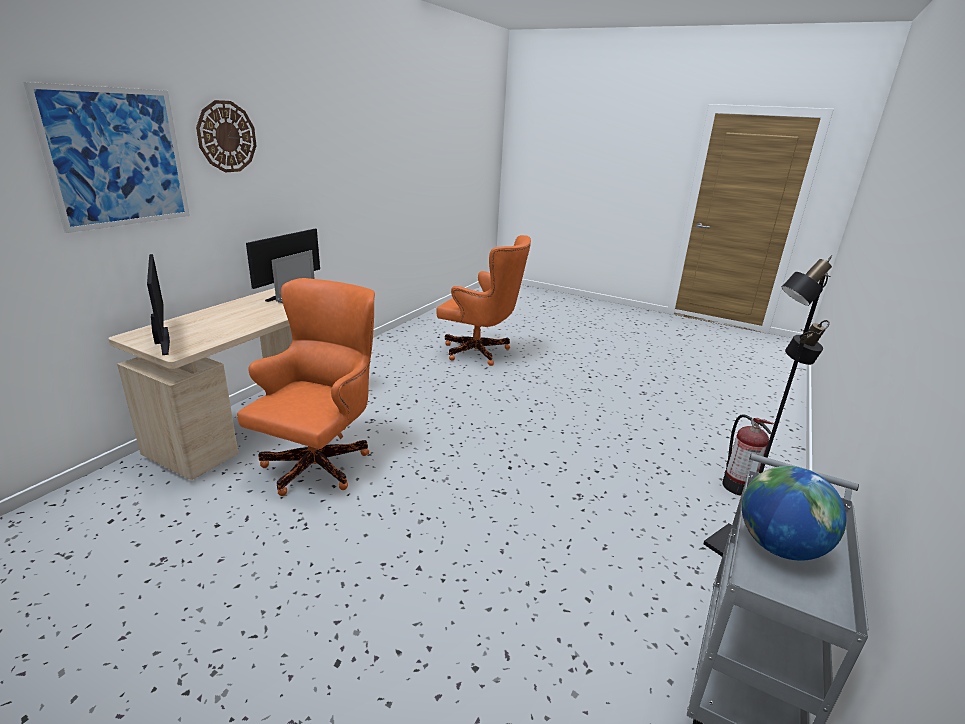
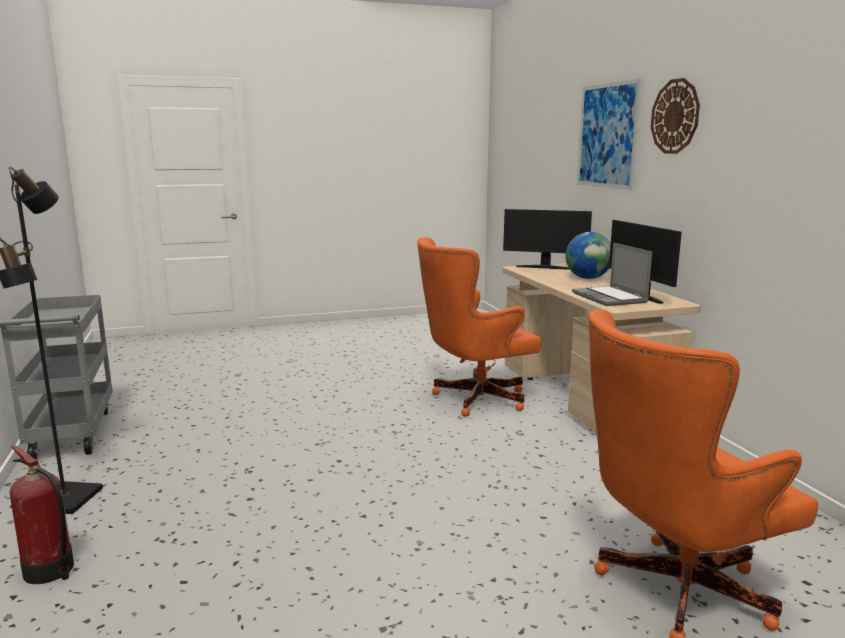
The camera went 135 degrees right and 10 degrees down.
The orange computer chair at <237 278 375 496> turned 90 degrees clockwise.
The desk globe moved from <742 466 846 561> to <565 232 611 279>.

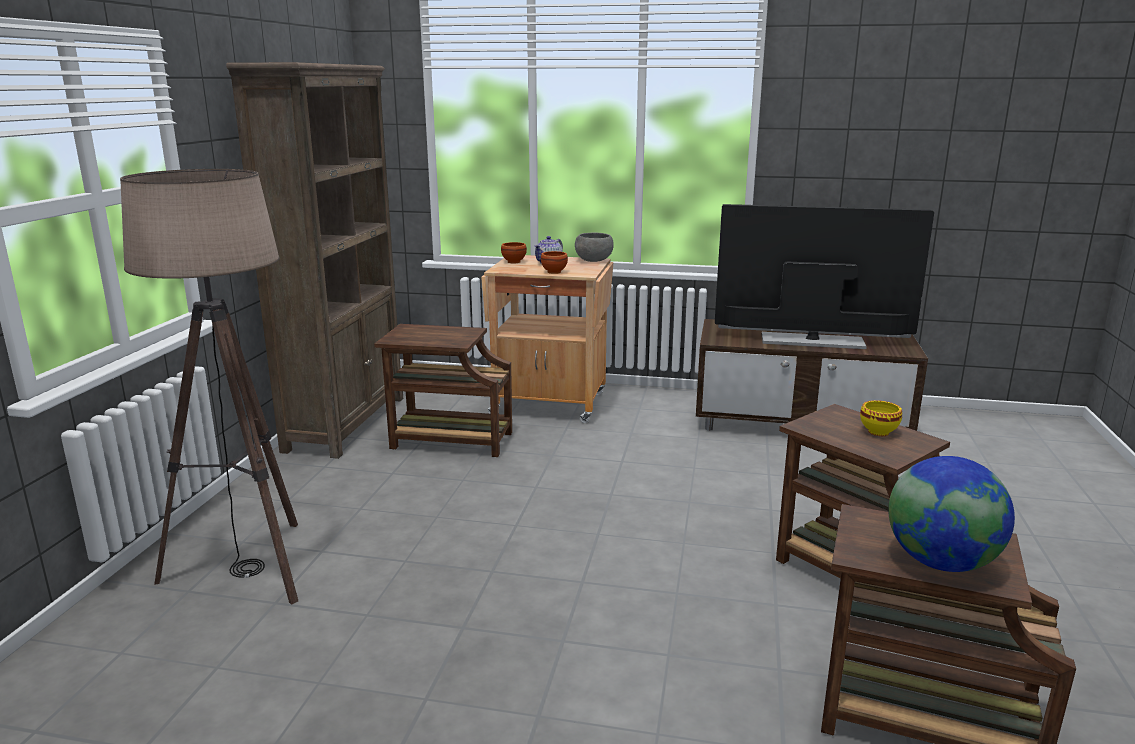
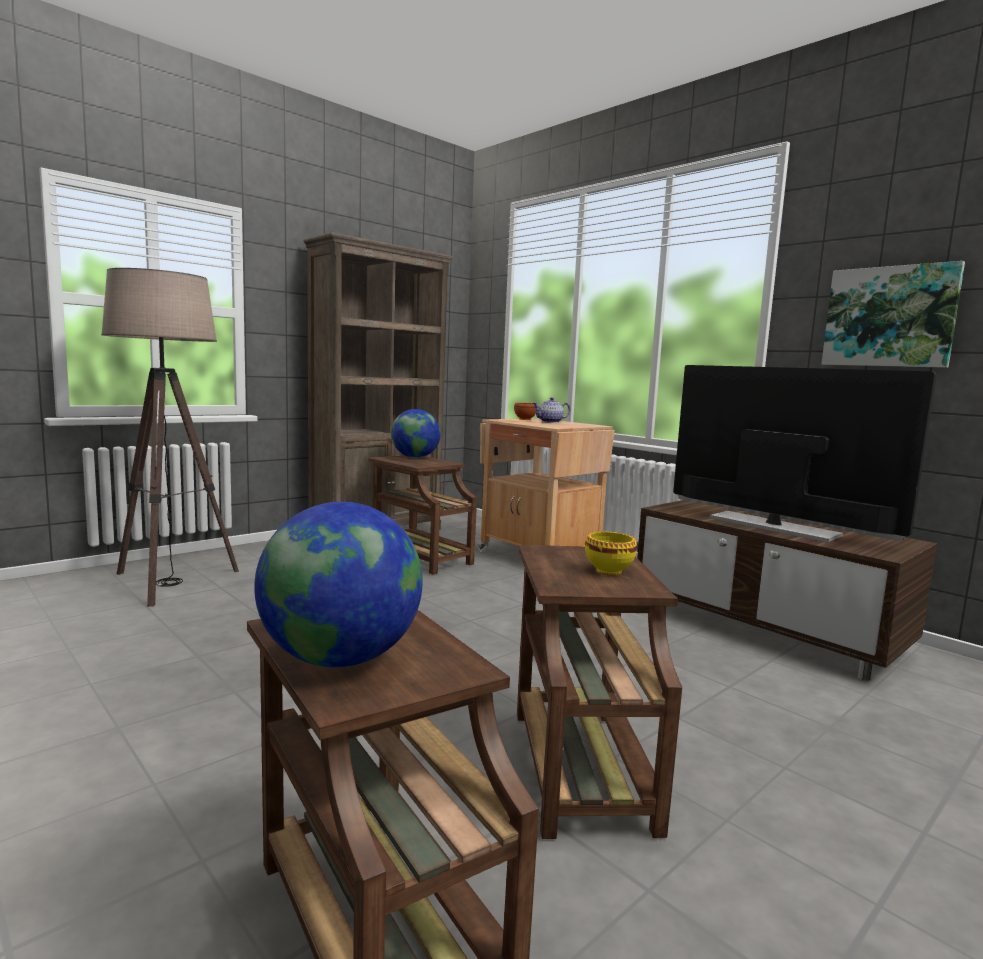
The camera went 35 degrees right and 10 degrees down.
The desk globe at <391 409 441 458> appeared.
The wall art at <821 261 965 368> appeared.
The brown-coloured bowl at <541 251 568 274> disappeared.
The greyish bowl at <575 233 614 262> disappeared.

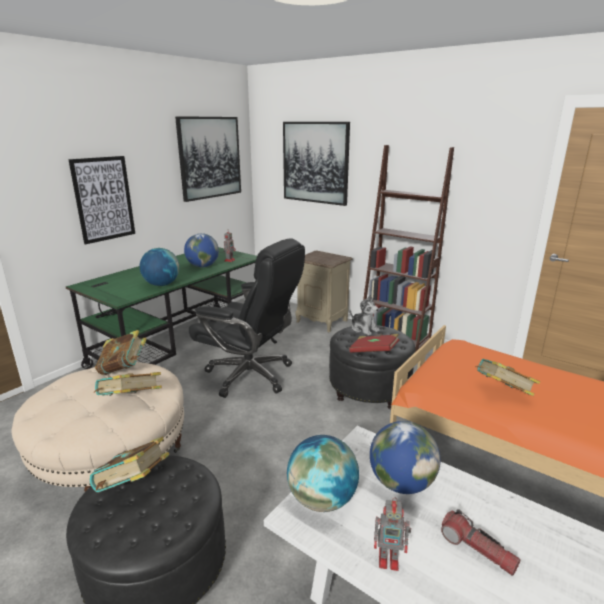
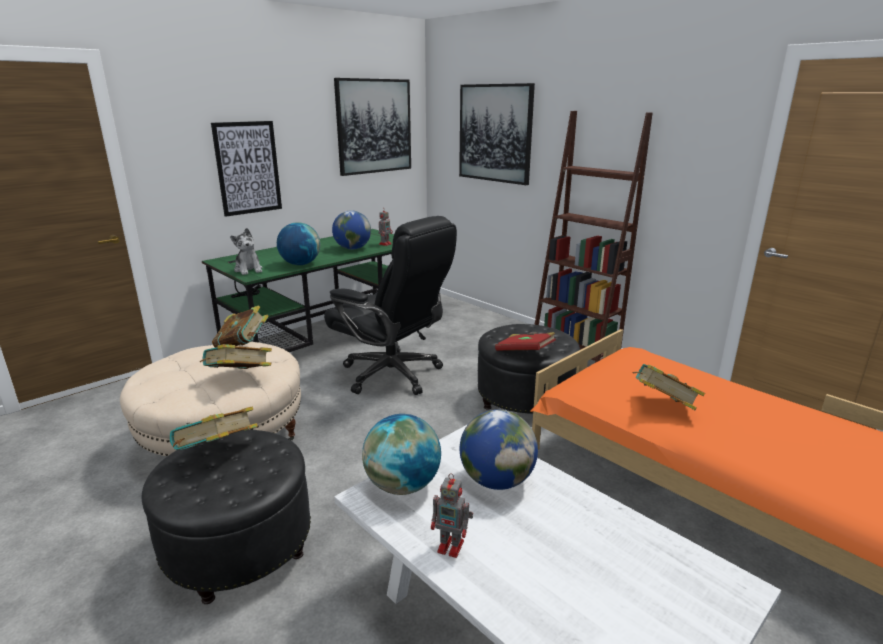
The camera went 10 degrees right and 0 degrees up.
The soft toy moved from <350 294 380 336> to <230 228 262 275>.
The beige-coloured nightstand at <295 250 353 332> disappeared.
The hand torch at <441 509 521 576> disappeared.

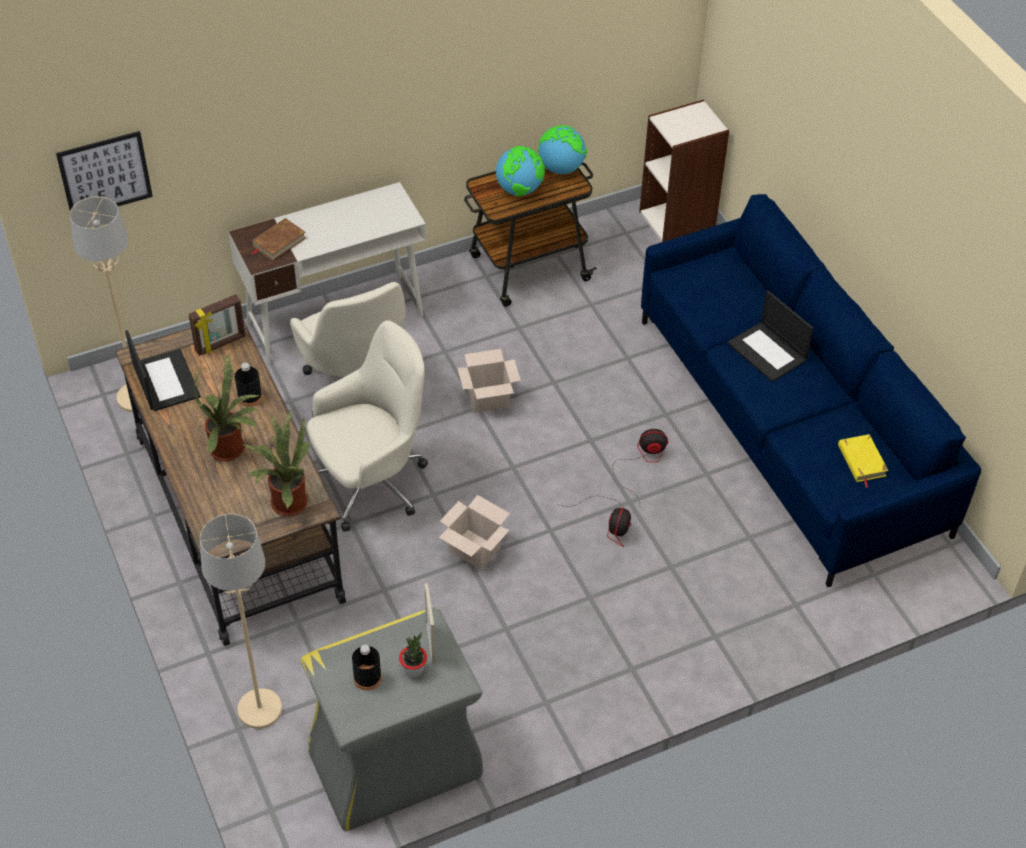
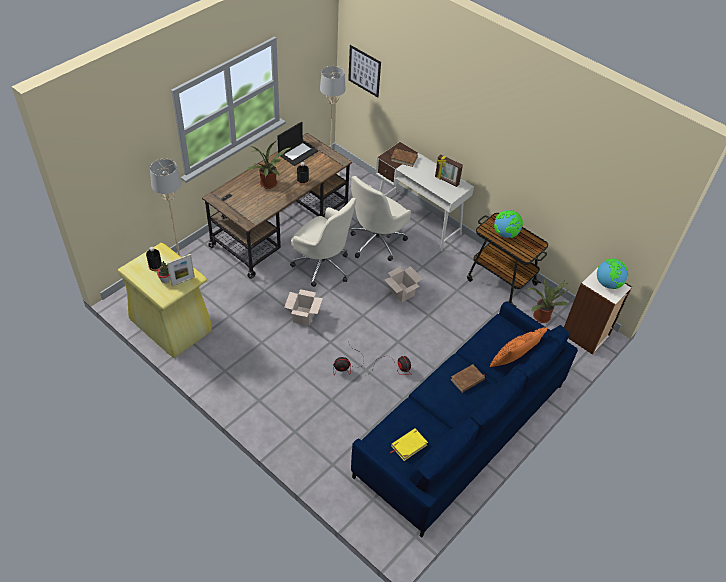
The camera went 65 degrees right and 0 degrees up.
The greyish nightstand at <301 607 483 831> became the yellowish nightstand at <118 243 212 358>.
The photo frame moved from <188 294 246 356> to <435 154 463 187>.
The laptop at <728 291 813 382> was replaced by the brown-coloured volume at <450 364 485 393>.
The orange cushion at <490 327 547 367> appeared.
The houseplant moved from <241 409 310 516> to <527 279 569 323>.
The desk globe moved from <537 125 587 174> to <597 259 628 289>.

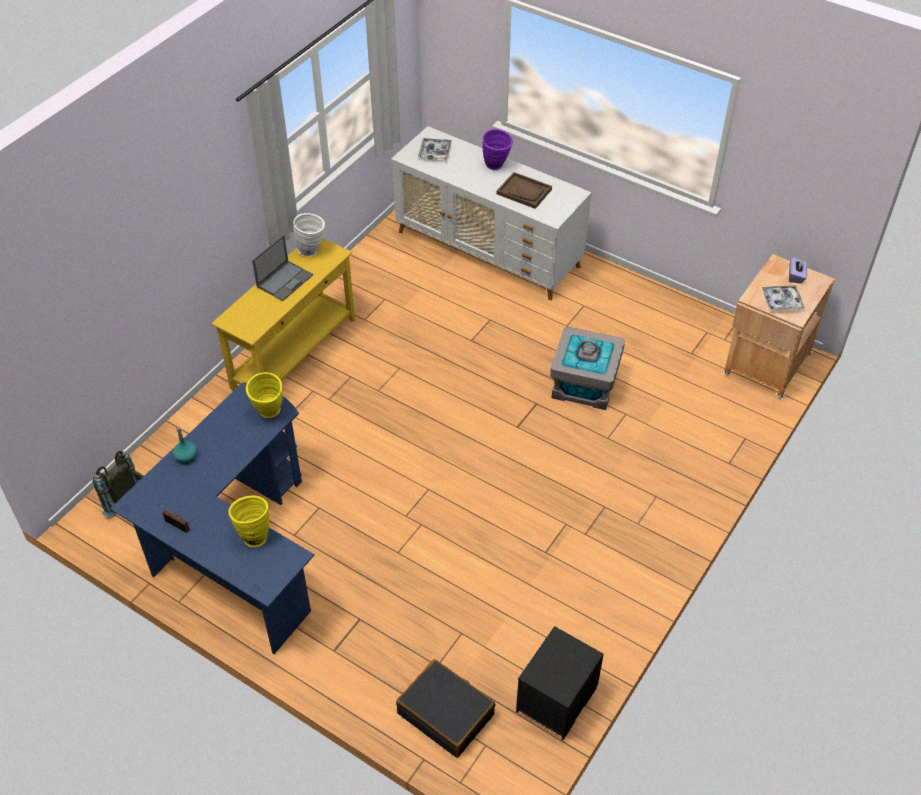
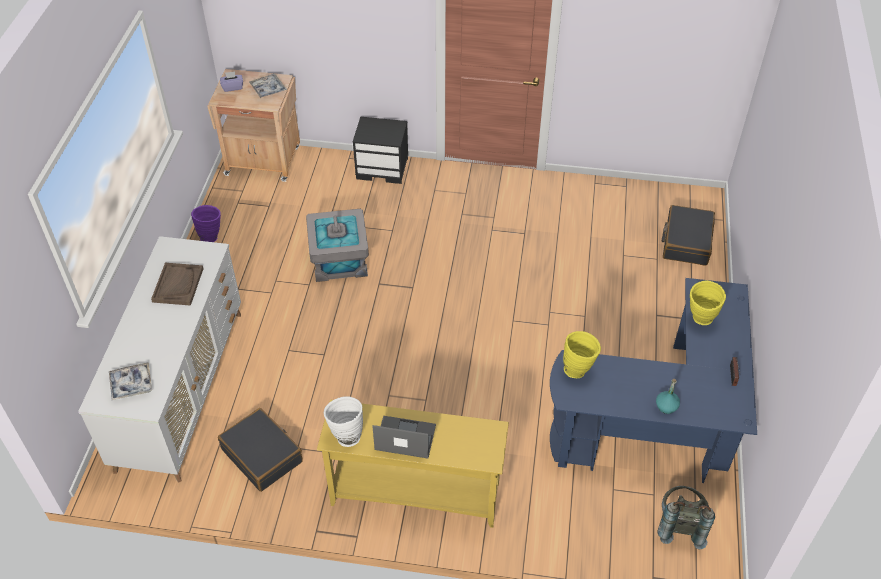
The camera went 115 degrees left and 0 degrees up.
The purplish vase moved from <483 129 513 170> to <191 205 221 242>.
The black-coloured piece of luggage at <218 408 303 492> appeared.
The black-coloured nightstand moved from <516 626 604 740> to <353 117 408 184>.

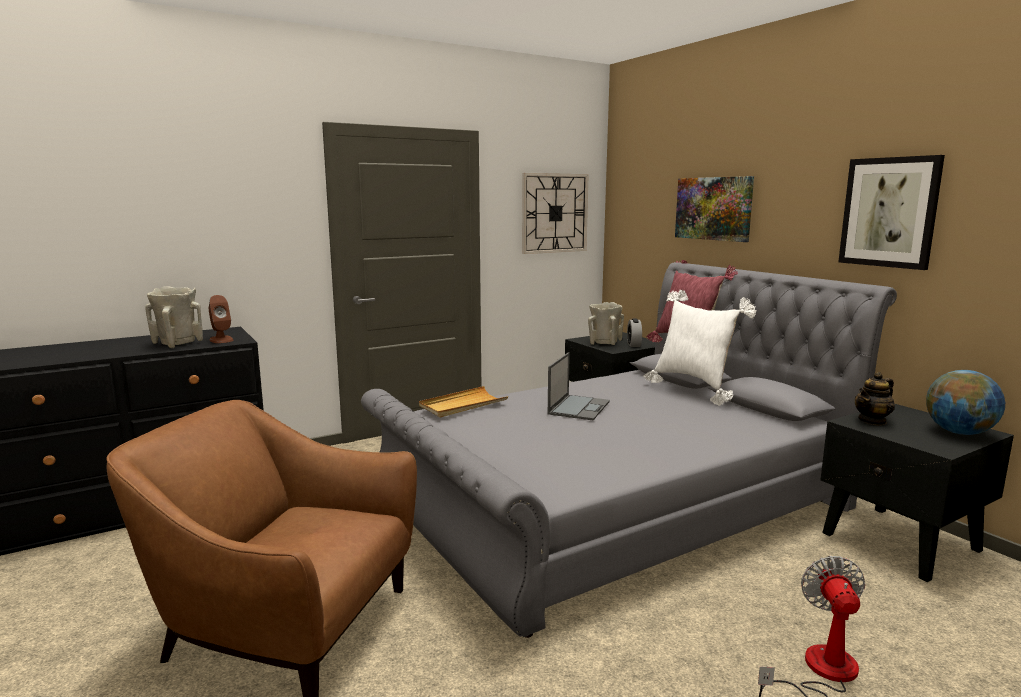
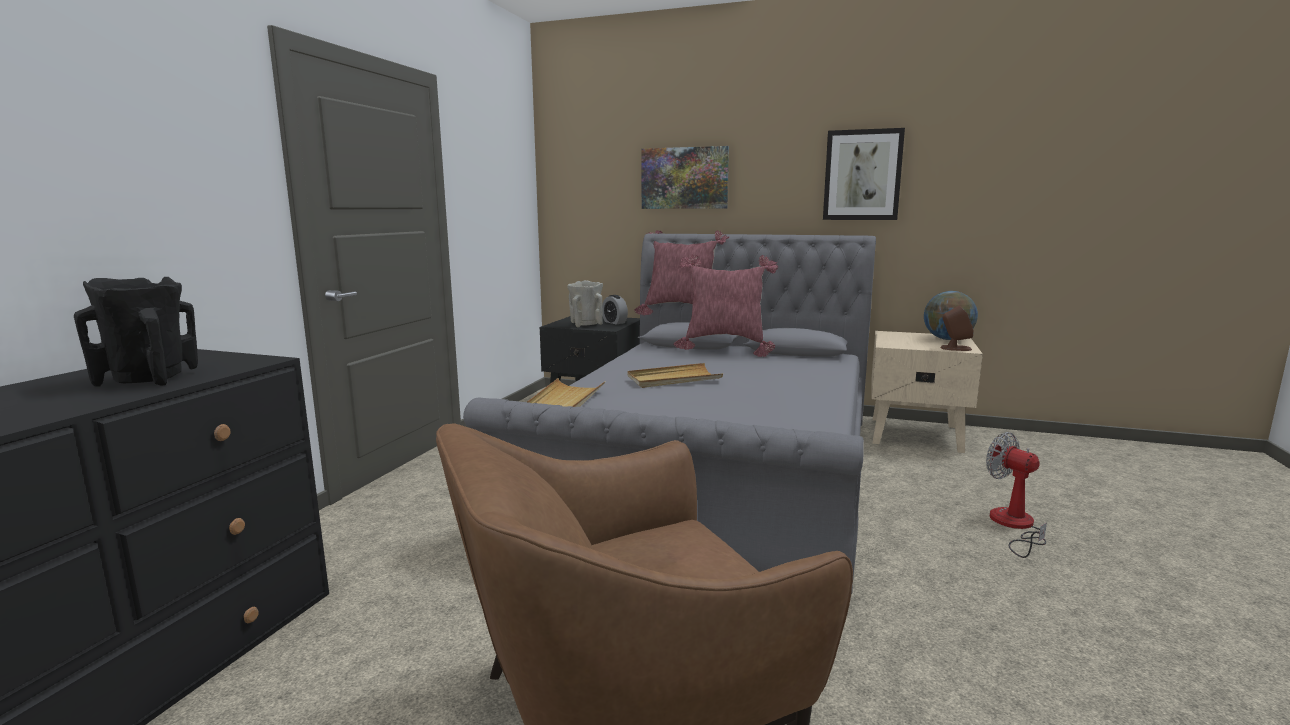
The camera went 40 degrees left and 0 degrees up.
The beige-coloured vase at <145 286 203 348> became the black-coloured vase at <74 277 198 387>.
The laptop at <548 352 610 420> was replaced by the beige-coloured carrying tray at <627 363 723 388>.
The white cushion at <643 289 756 406> became the red cushion at <673 255 778 357>.
The black-coloured nightstand at <821 404 1014 582> became the beige-coloured nightstand at <872 331 983 453>.
The brown-coloured loudspeaker moved from <209 295 233 343> to <940 305 974 351>.
The hanging clock at <522 173 589 254> disappeared.
The pot for tea at <855 372 895 425> disappeared.

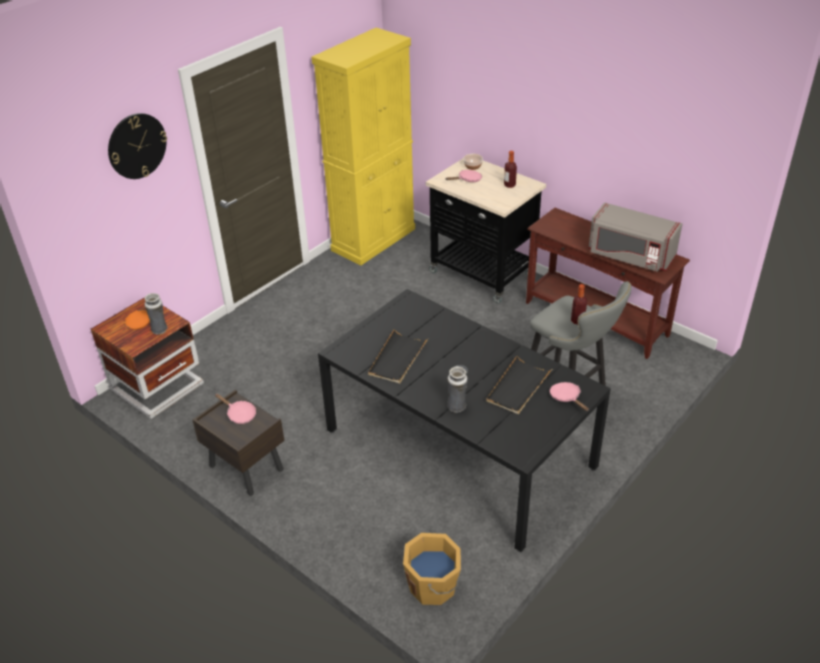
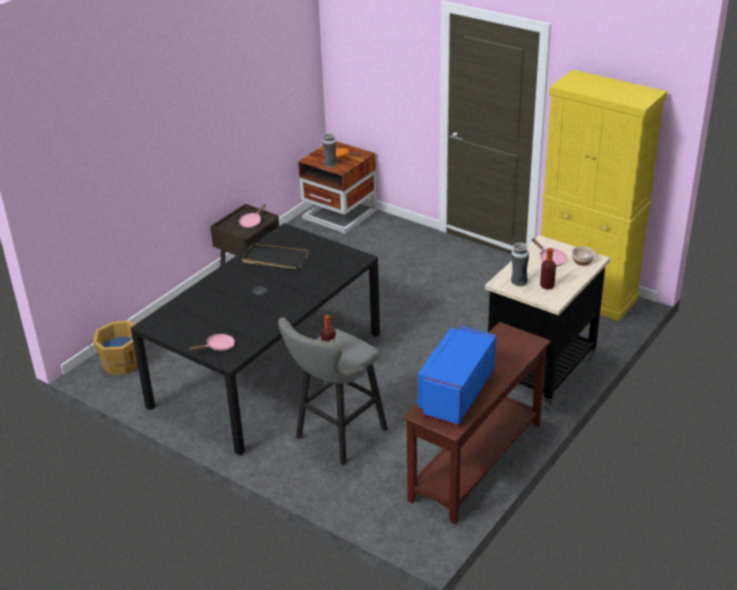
The camera went 85 degrees right and 5 degrees down.
The greyish kitchen microwave at <589 202 682 272> became the blue-coloured kitchen microwave at <417 326 496 426>.
The vase moved from <447 366 468 413> to <511 242 529 286>.
The hanging clock at <108 113 167 179> disappeared.
The black-coloured carrying tray at <486 355 553 414> disappeared.

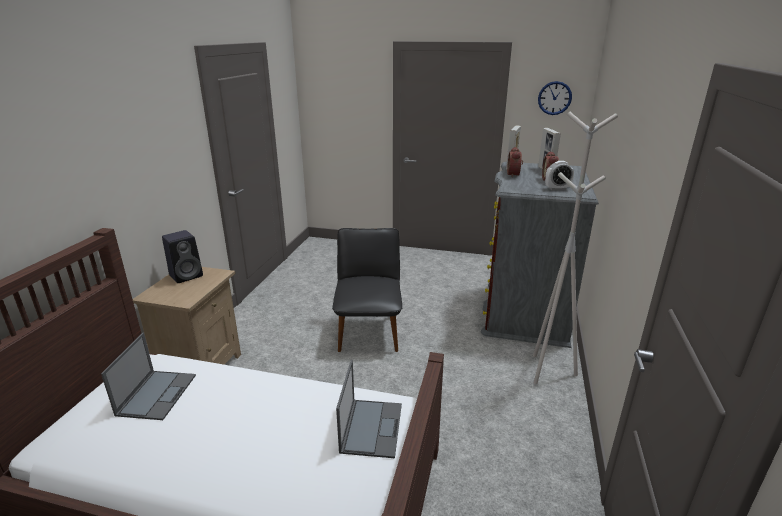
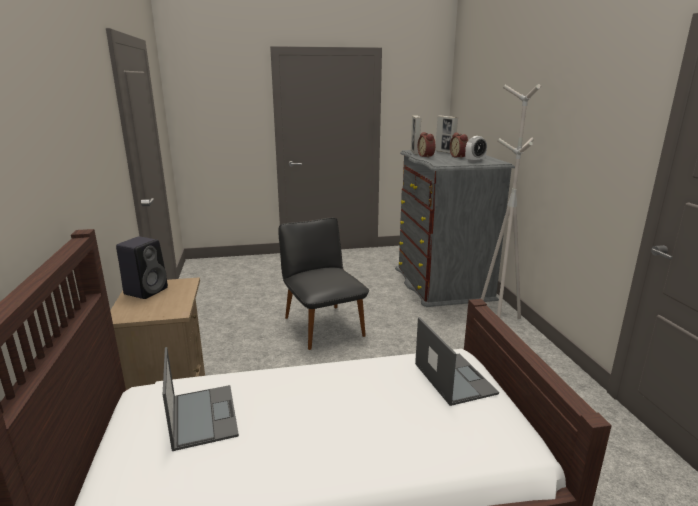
The camera went 25 degrees left and 5 degrees down.
The hanging clock at <538 81 572 115> disappeared.

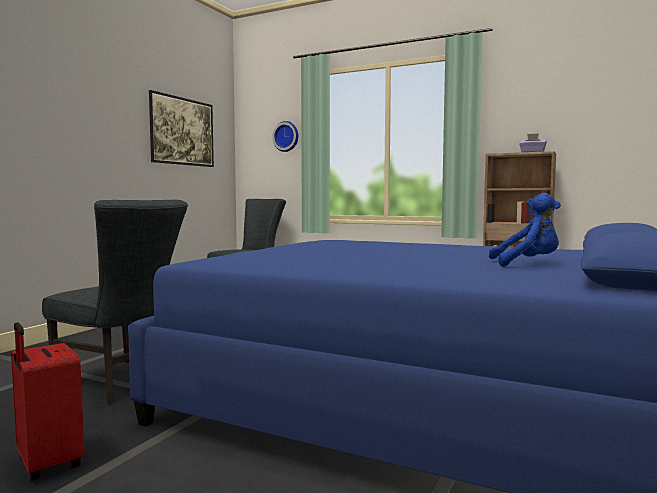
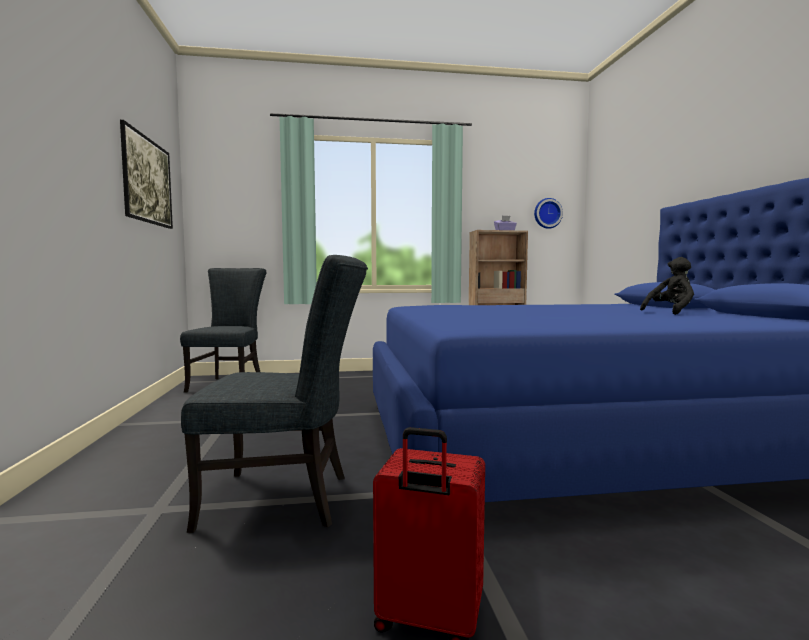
The camera went 35 degrees left and 0 degrees up.
The hanging clock moved from <272 121 298 152> to <534 198 563 229>.
The blue-coloured soft toy at <489 193 561 267> became the black-coloured soft toy at <640 257 694 315>.

